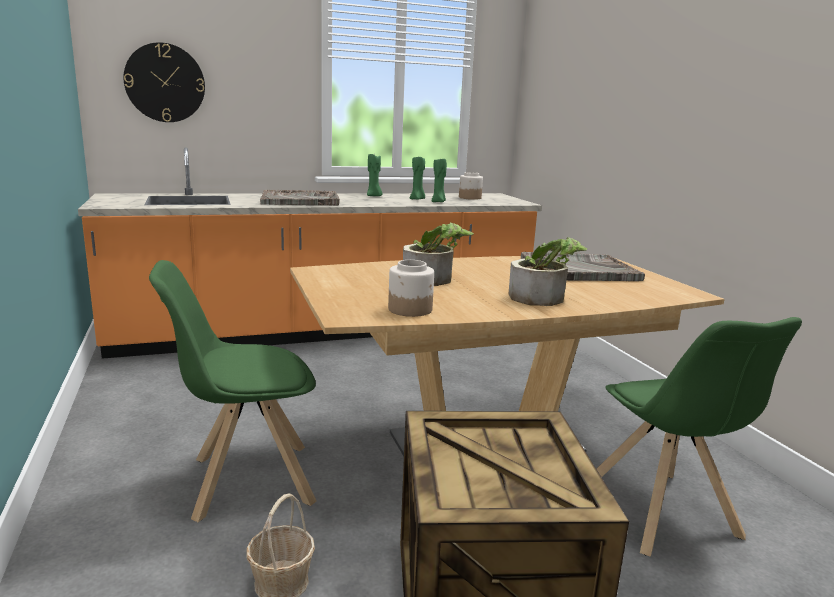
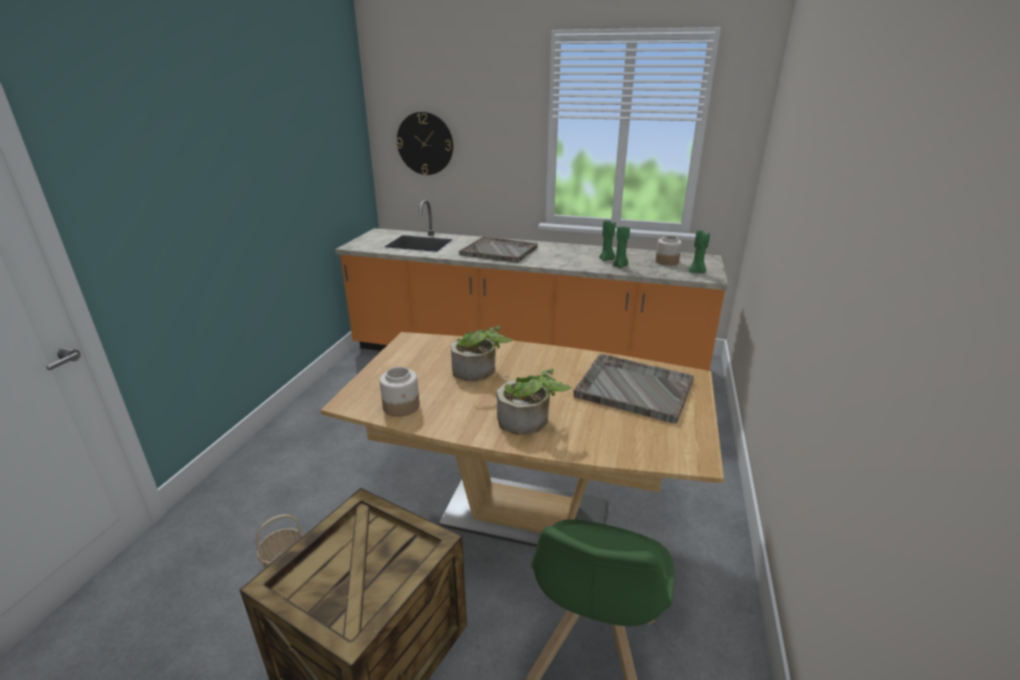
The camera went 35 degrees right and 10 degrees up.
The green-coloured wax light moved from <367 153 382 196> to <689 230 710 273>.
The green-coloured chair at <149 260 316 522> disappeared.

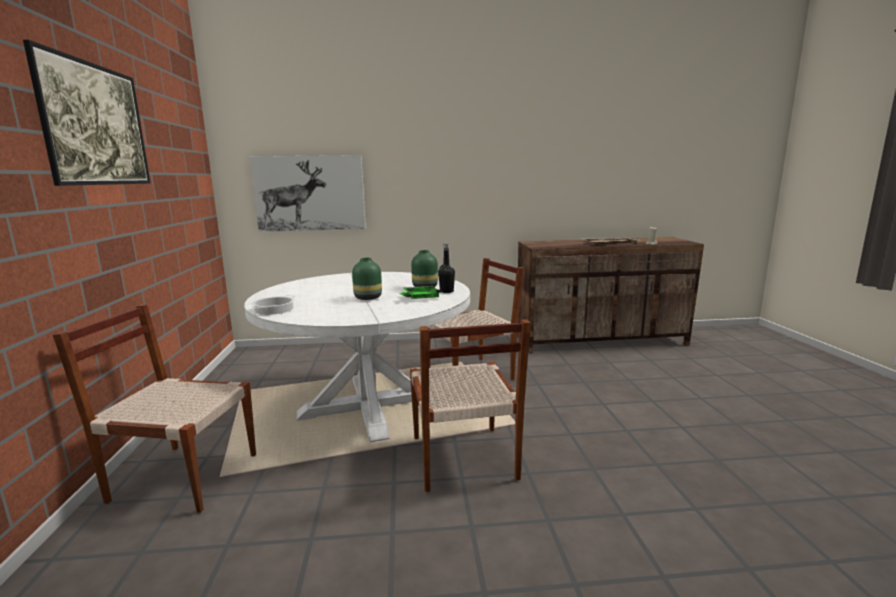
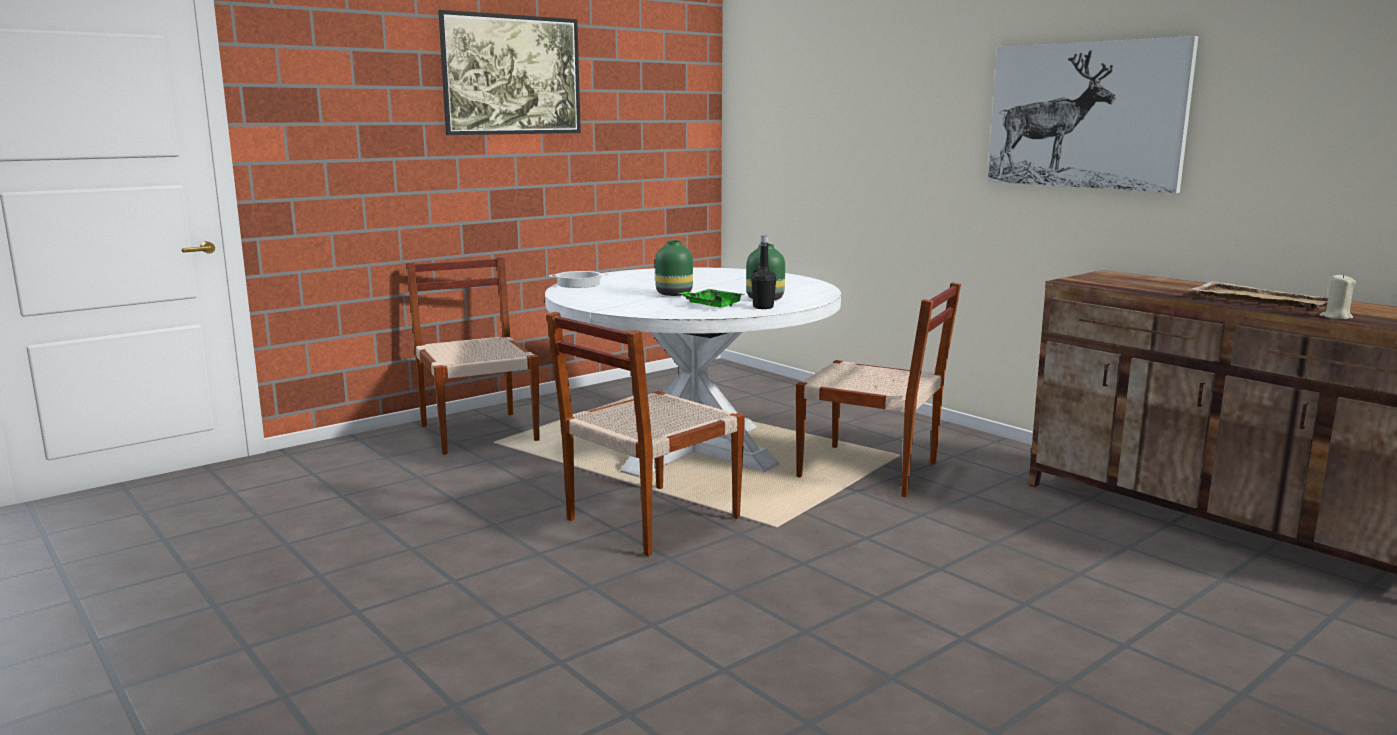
The camera went 55 degrees right and 0 degrees up.
The wall art moved from <250 155 366 232> to <988 36 1198 193>.

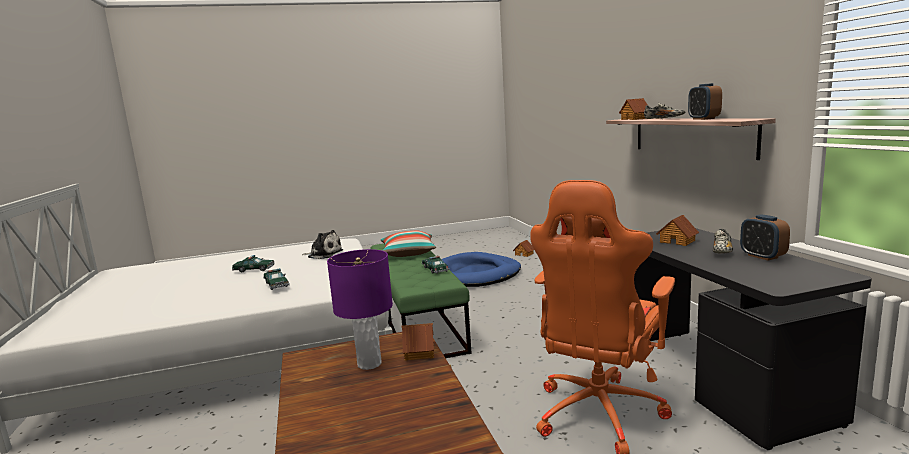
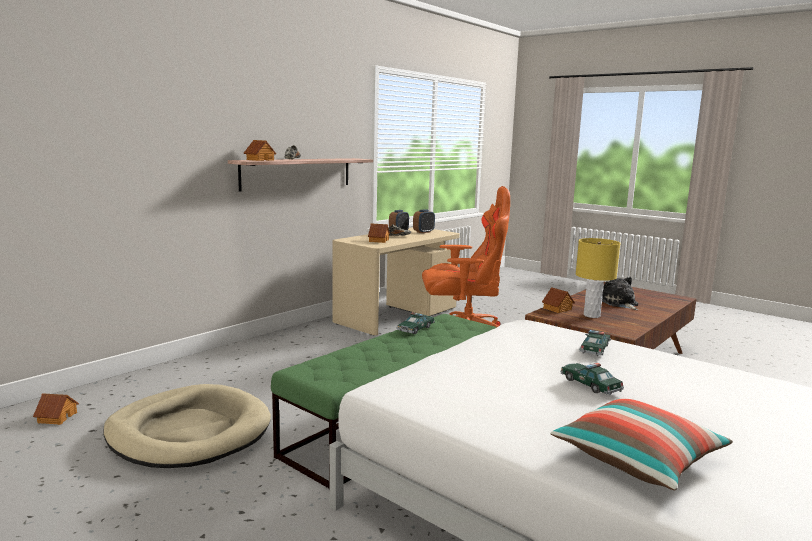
The camera went 125 degrees left and 0 degrees up.
The blue-coloured pet bed at <442 252 521 287> became the beige-coloured pet bed at <103 384 271 468>.
The black-coloured desk at <634 228 872 450> became the beige-coloured desk at <333 228 460 335>.
The bedside clock moved from <688 83 722 120> to <413 209 435 233>.
The cushion moved from <380 231 436 257> to <550 399 733 490>.
The purplish table lamp at <327 249 393 370> became the yellowish table lamp at <576 238 620 318>.
The soft toy moved from <302 230 343 259> to <602 277 638 310>.

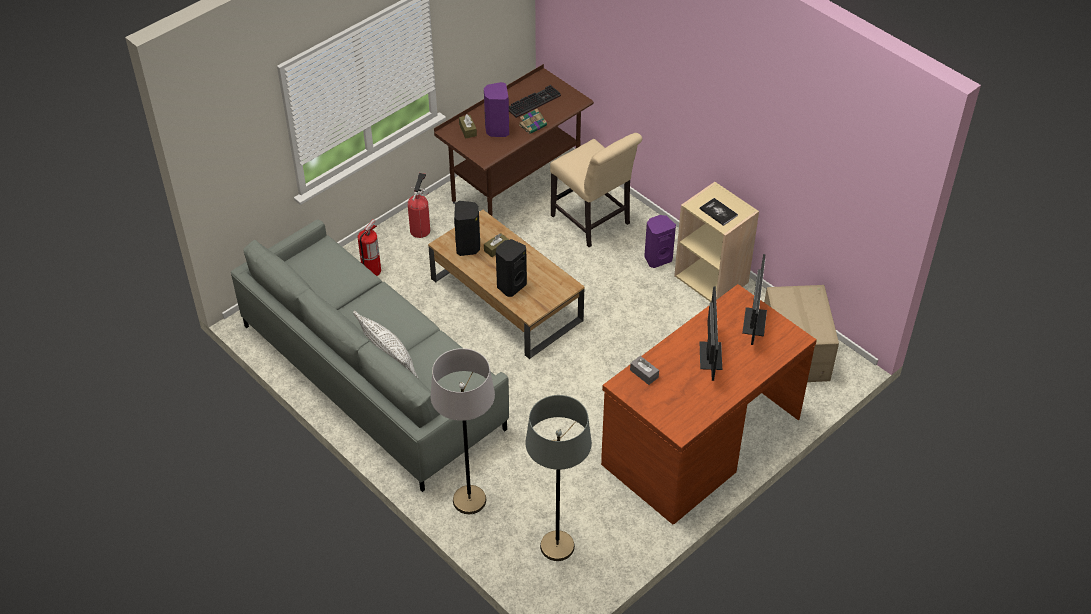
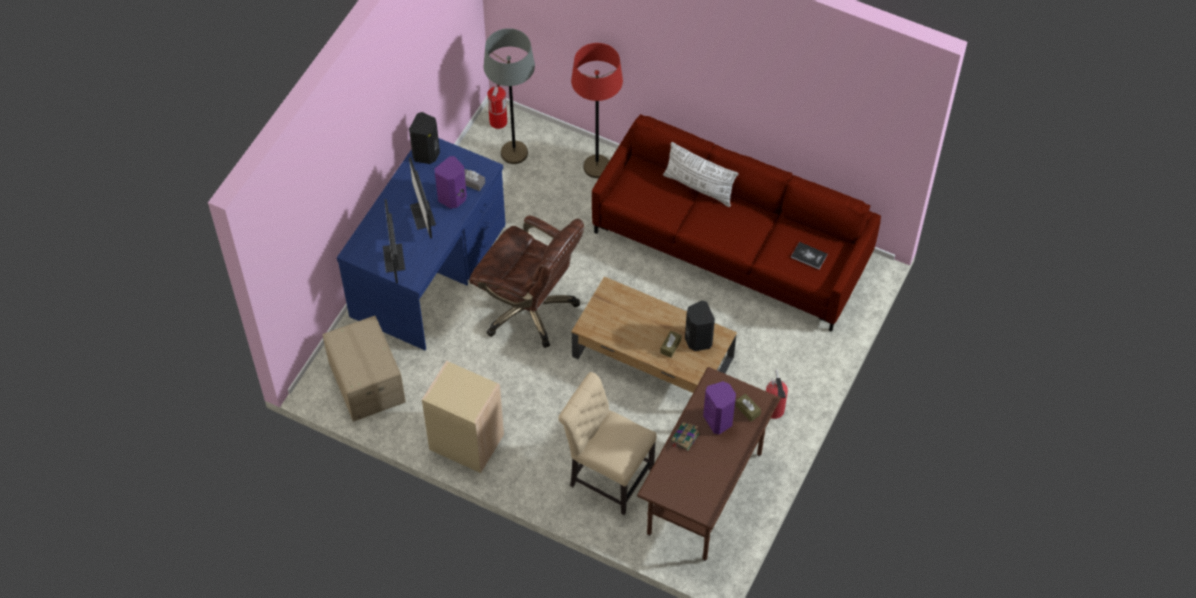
The camera went 160 degrees right and 10 degrees up.
The brown-coloured desk at <601 284 817 525> became the blue-coloured desk at <337 138 506 350>.
The black-coloured loudspeaker moved from <496 239 527 297> to <409 112 440 164>.
The purplish loudspeaker moved from <644 215 676 268> to <434 156 467 209>.
The brown-coloured computer chair at <469 215 584 348> appeared.
The extinguisher moved from <358 219 381 276> to <487 84 507 129>.
The greyish floor lamp at <430 348 495 514> became the red floor lamp at <571 43 623 178>.
The greyish sofa at <231 220 509 492> became the red sofa at <592 114 881 332>.
The volume moved from <700 198 738 226> to <791 242 828 270>.
The computer keyboard at <509 85 561 118> disappeared.

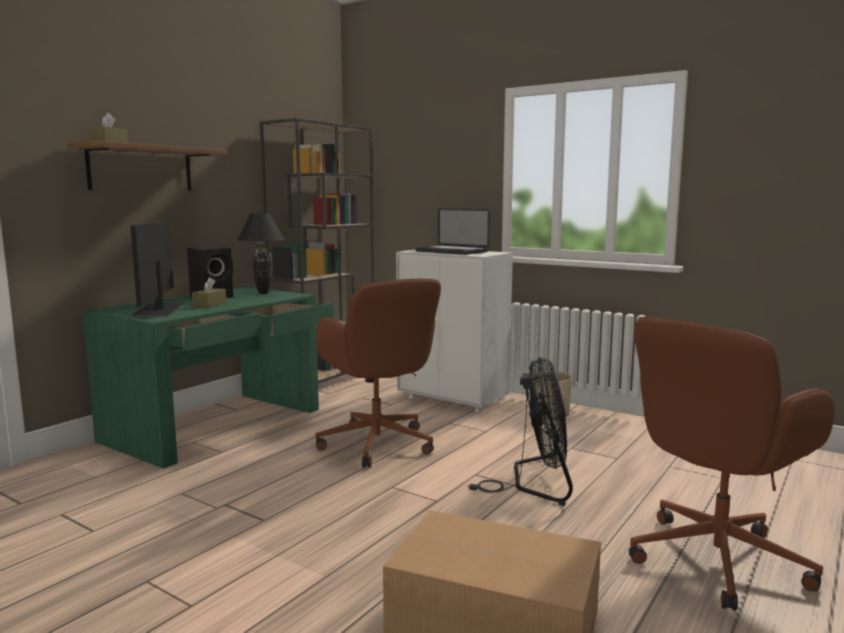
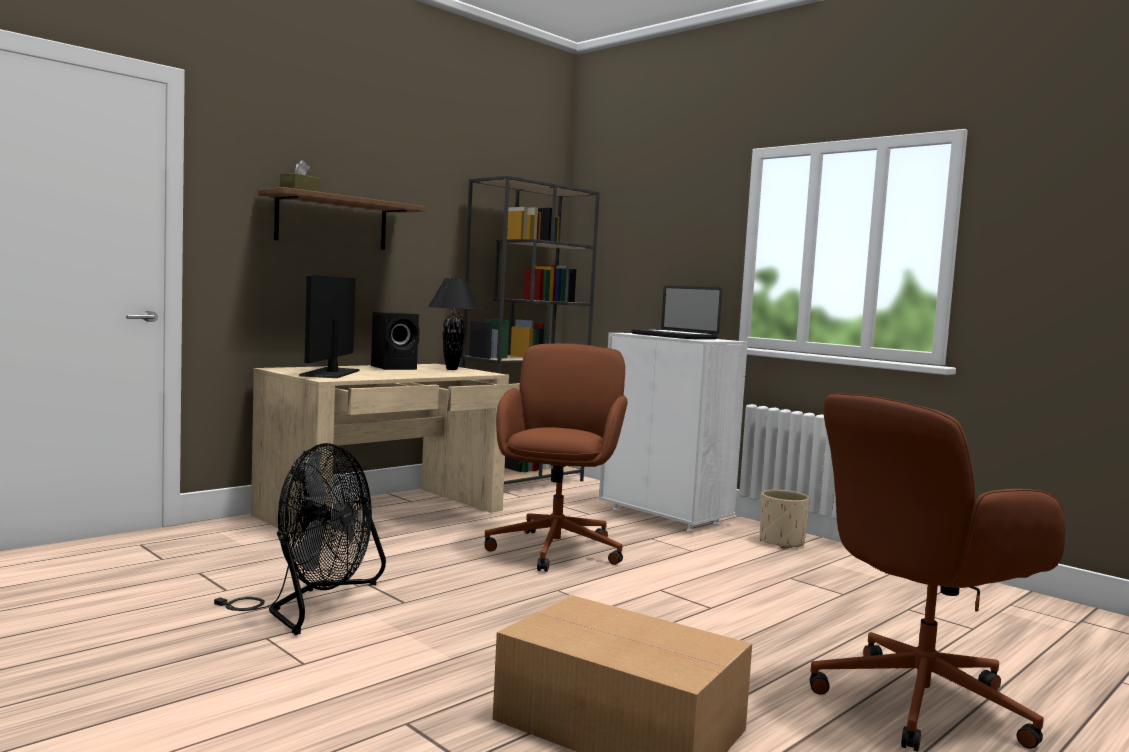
The camera went 10 degrees right and 5 degrees down.
The black-coloured fan moved from <468 357 573 506> to <214 443 386 635>.
The green-coloured desk at <82 287 334 469> became the beige-coloured desk at <251 364 520 544>.
The brown-coloured computer chair at <315 279 441 468> turned 150 degrees counterclockwise.
The brown-coloured tissue box at <192 277 226 308> disappeared.

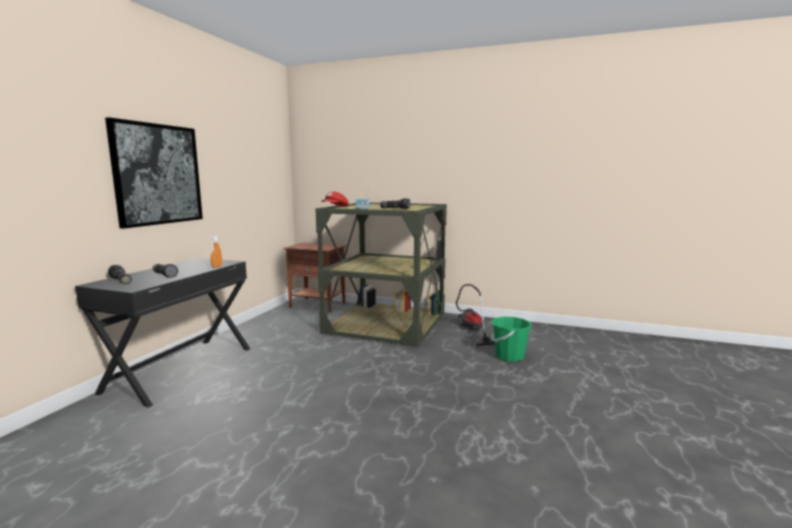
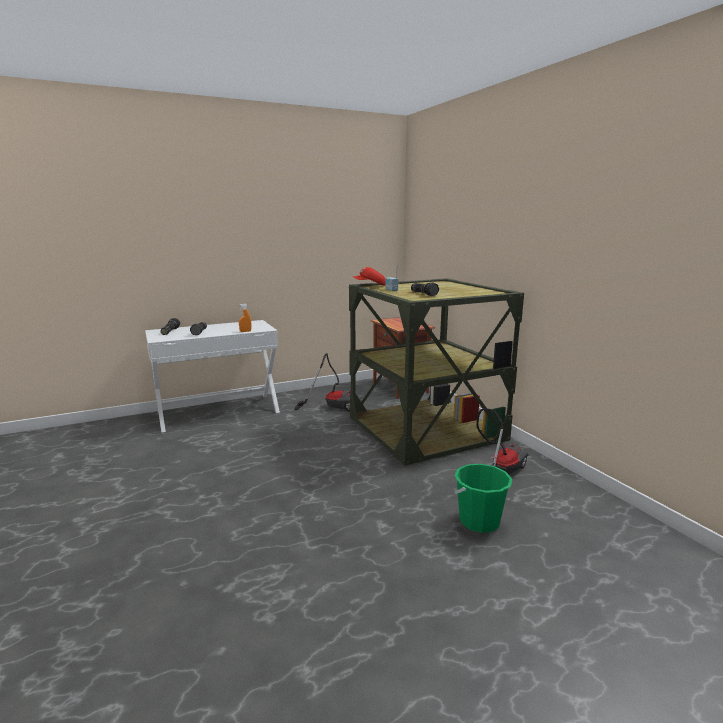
The camera went 45 degrees right and 5 degrees up.
The black-coloured desk at <75 258 250 407> became the white desk at <145 320 280 433>.
The hoover at <294 353 358 411> appeared.
The wall art at <105 117 203 229> disappeared.

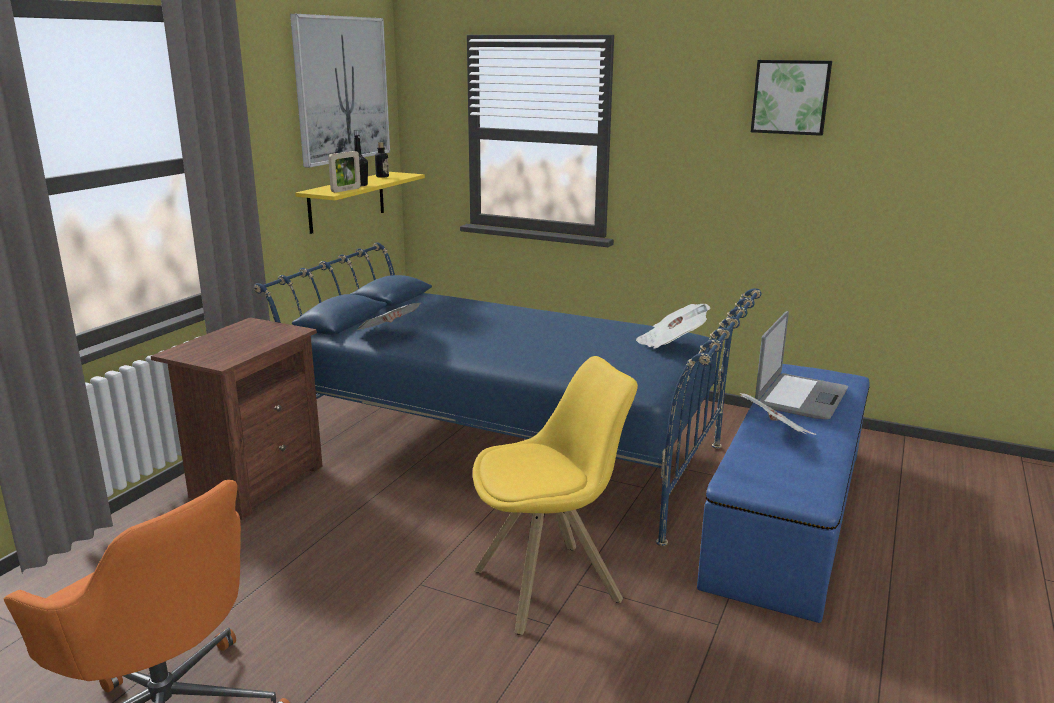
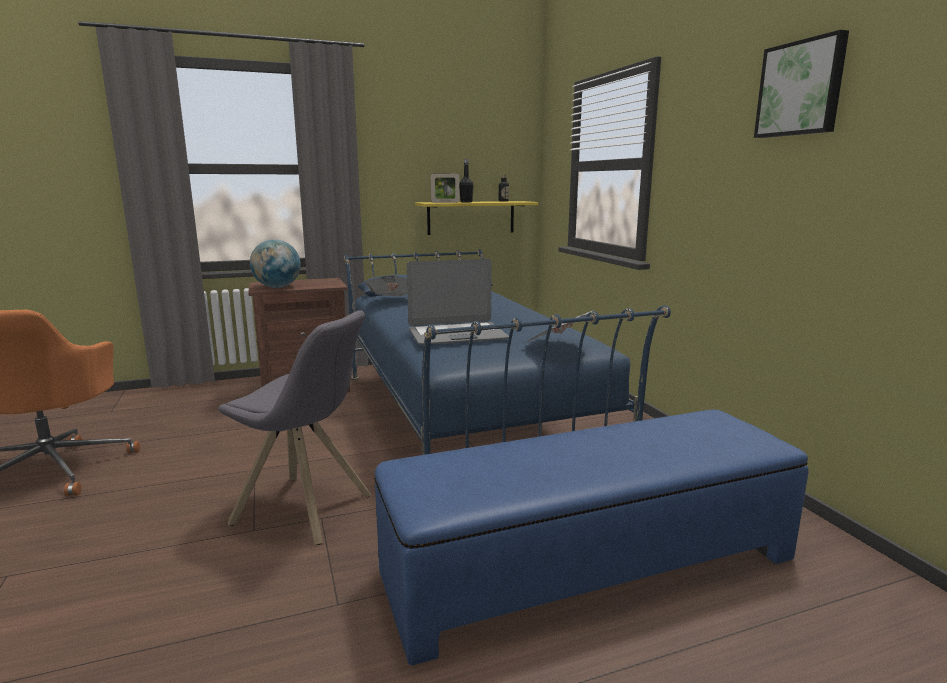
The camera went 45 degrees right and 5 degrees down.
The yellowish chair at <473 356 638 635> became the greyish chair at <218 310 372 545>.
The desk globe at <250 239 301 288> appeared.
The laptop moved from <755 311 848 419> to <407 259 509 345>.
The wall art at <290 14 390 168> disappeared.
The newspaper at <739 393 817 435> disappeared.

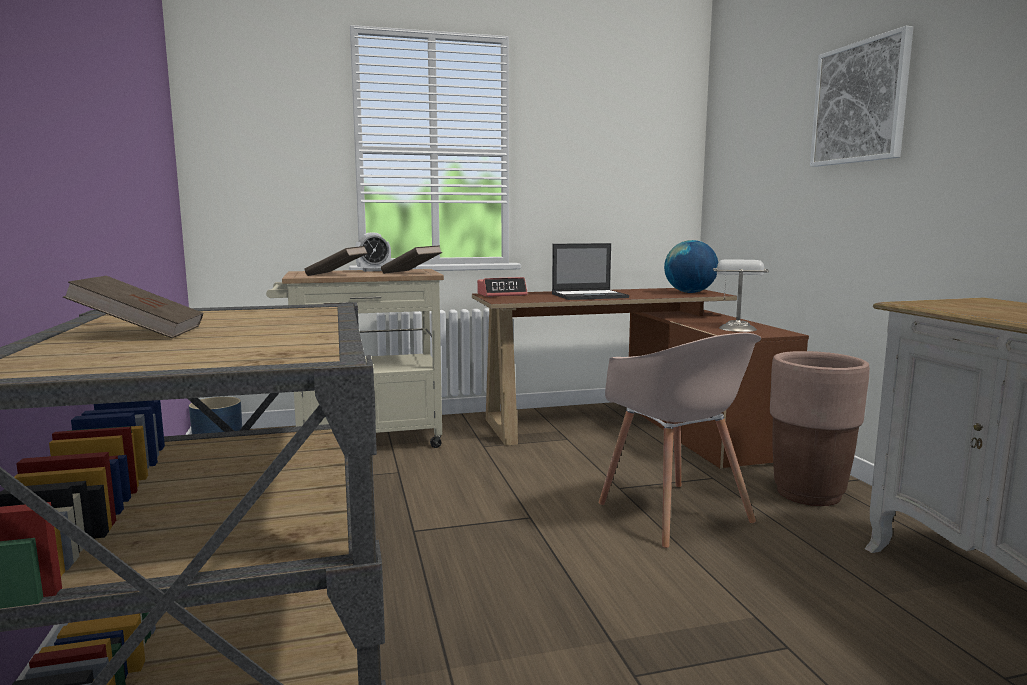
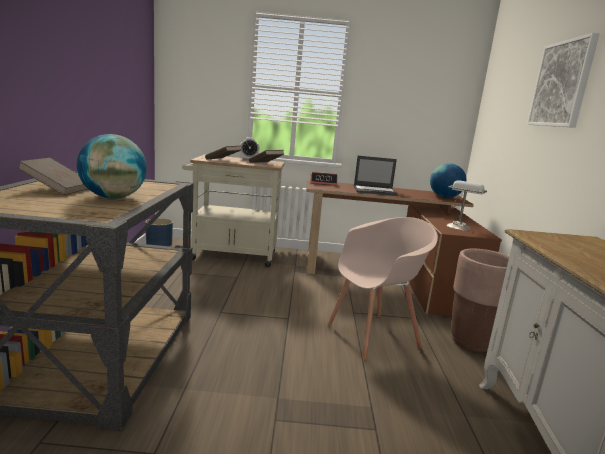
The camera went 15 degrees right and 5 degrees up.
The desk globe at <77 134 147 199> appeared.
The beige-coloured chair at <599 333 761 548> turned 105 degrees counterclockwise.

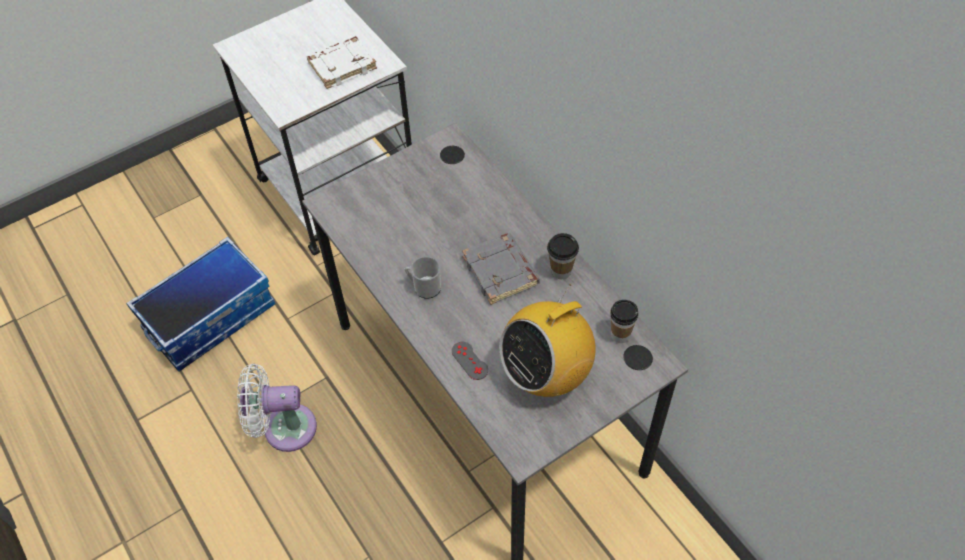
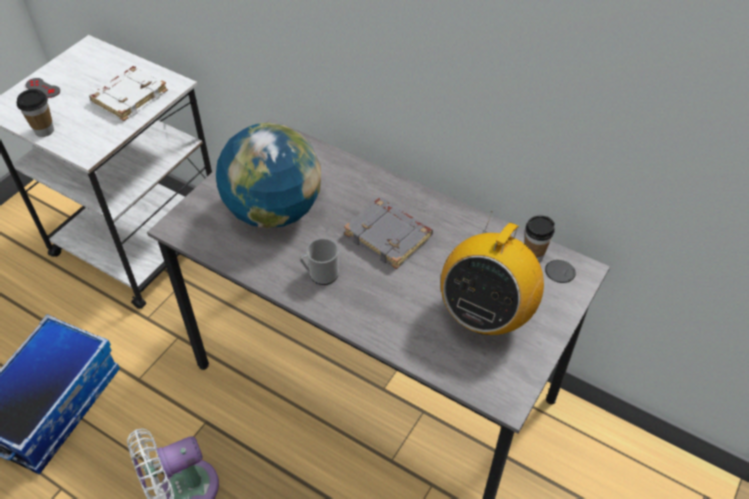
The camera went 25 degrees left and 5 degrees down.
The small cup moved from <547 233 579 279> to <17 89 54 137>.
The greyish gamepad moved from <452 342 488 380> to <26 78 60 98>.
The desk globe at <216 123 321 228> appeared.

